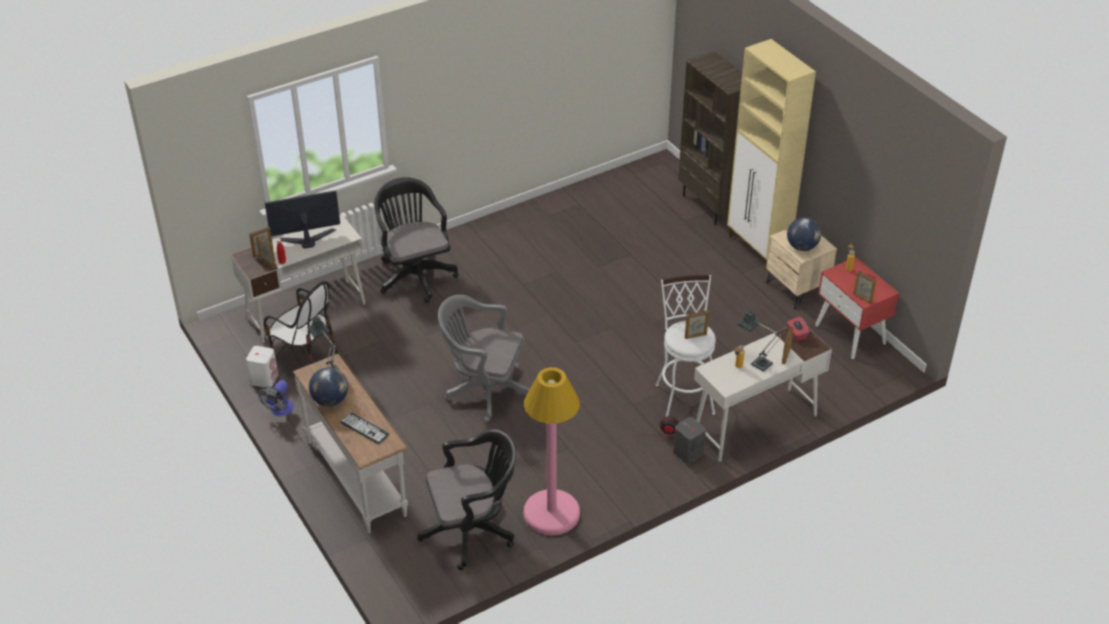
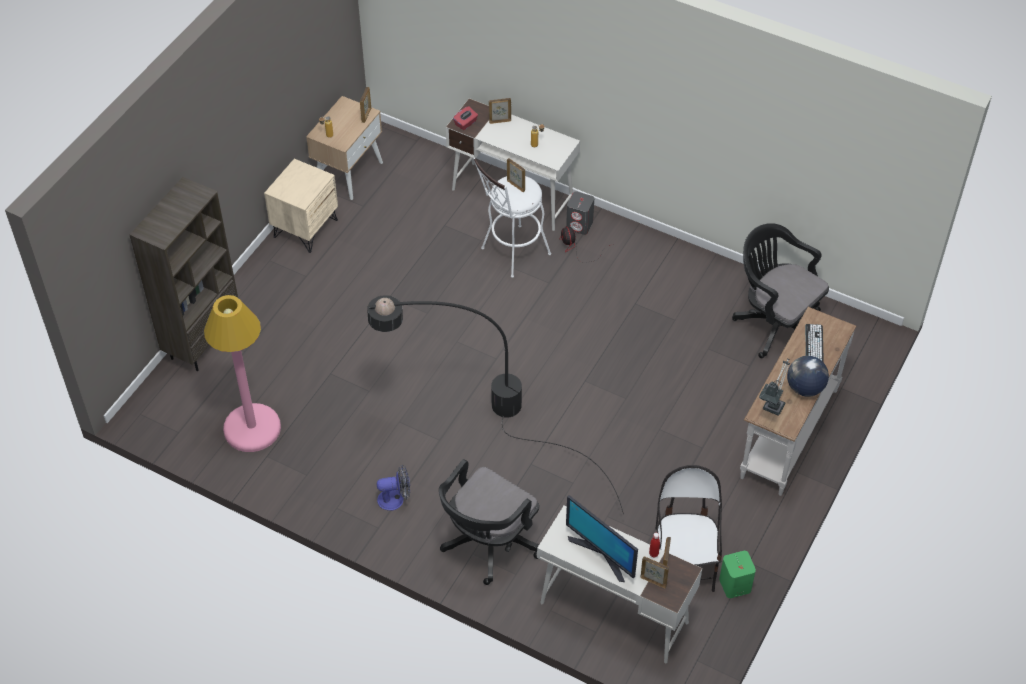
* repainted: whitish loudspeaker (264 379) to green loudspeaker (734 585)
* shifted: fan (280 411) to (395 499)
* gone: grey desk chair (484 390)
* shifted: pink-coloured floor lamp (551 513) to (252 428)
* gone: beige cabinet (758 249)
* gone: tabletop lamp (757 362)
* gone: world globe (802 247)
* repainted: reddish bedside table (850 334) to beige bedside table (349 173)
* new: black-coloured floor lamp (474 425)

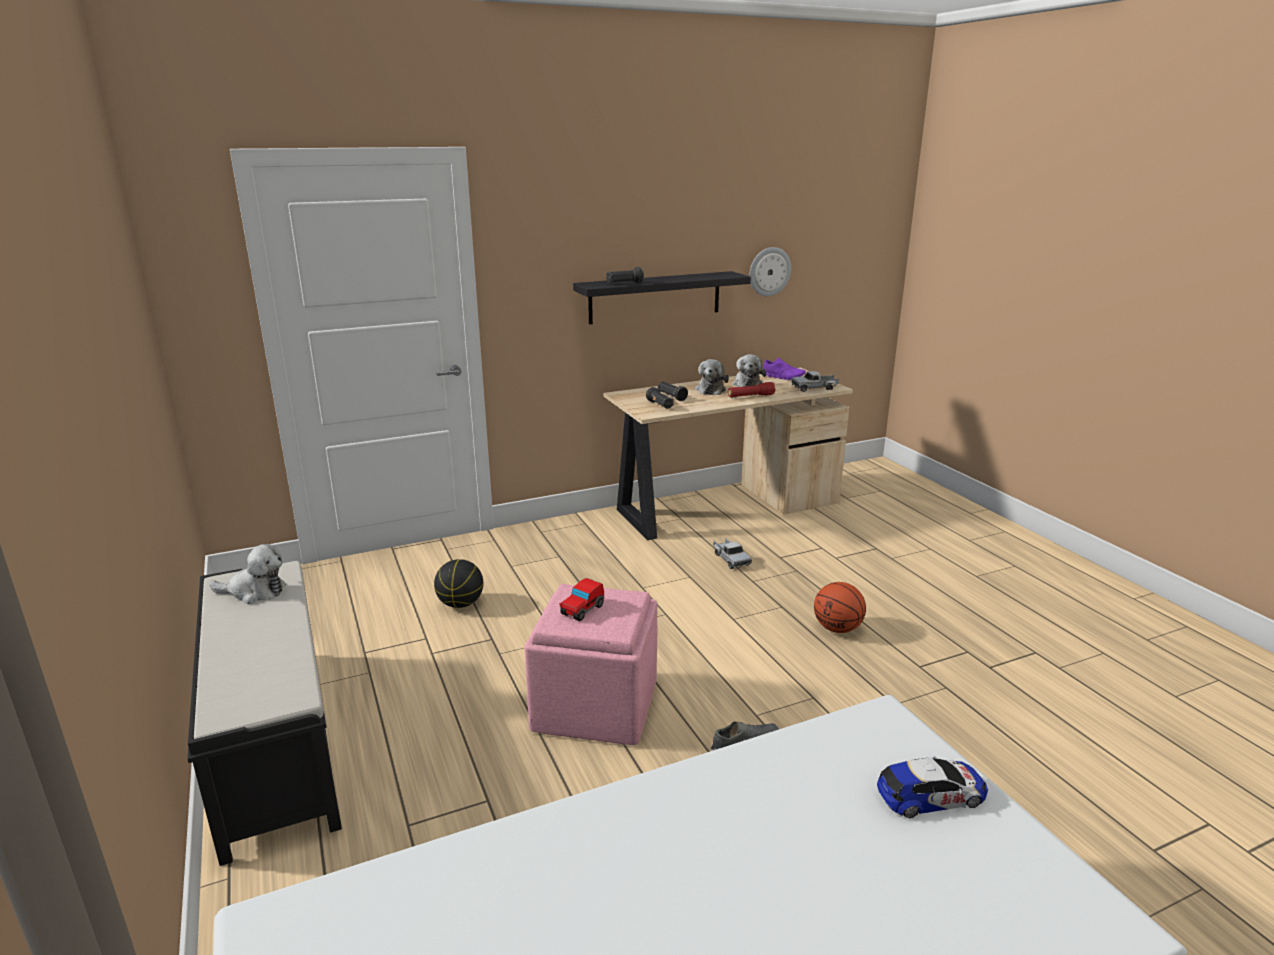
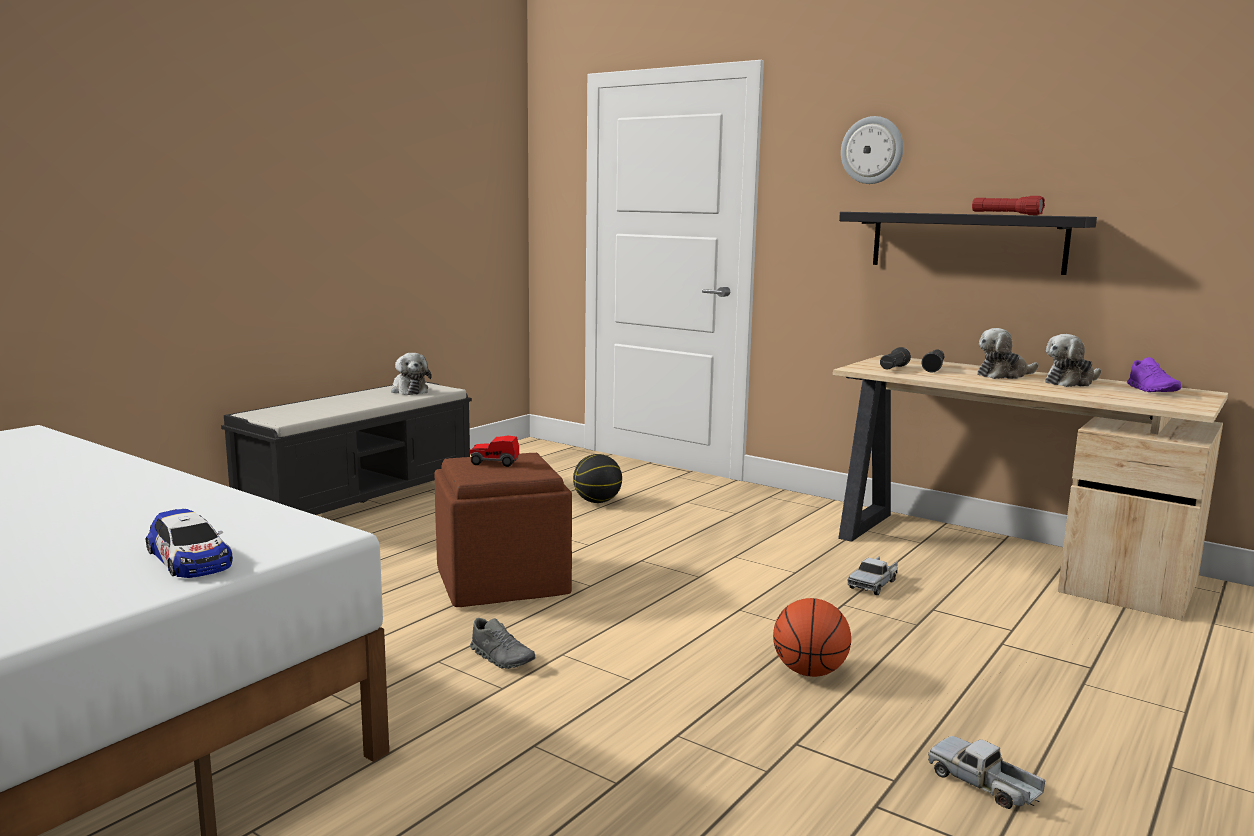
* repainted: pink-coloured footrest (594 704) to brown-coloured footrest (503 580)
* gone: black-coloured flashlight (624 283)
* shifted: reddish flashlight (750 396) to (1006 214)
* shifted: hanging clock (769 271) to (872 150)
* shifted: toy truck (814 388) to (984 784)

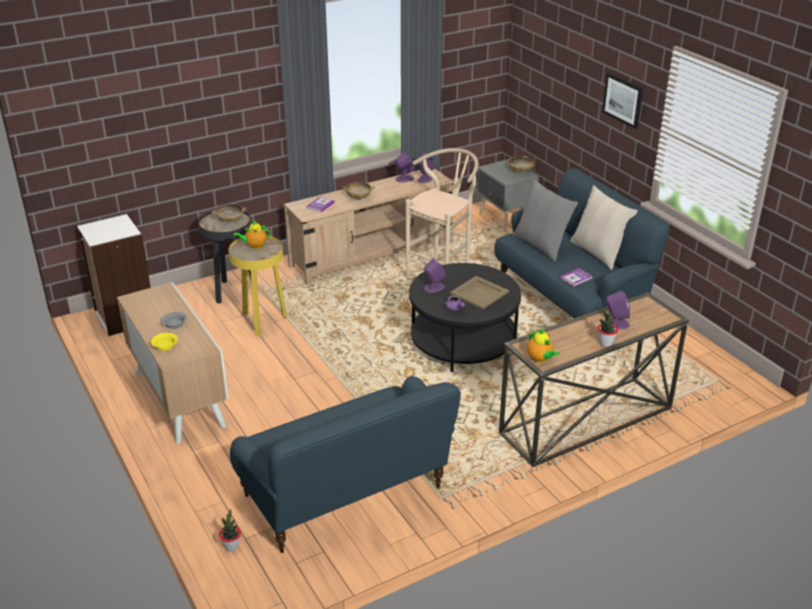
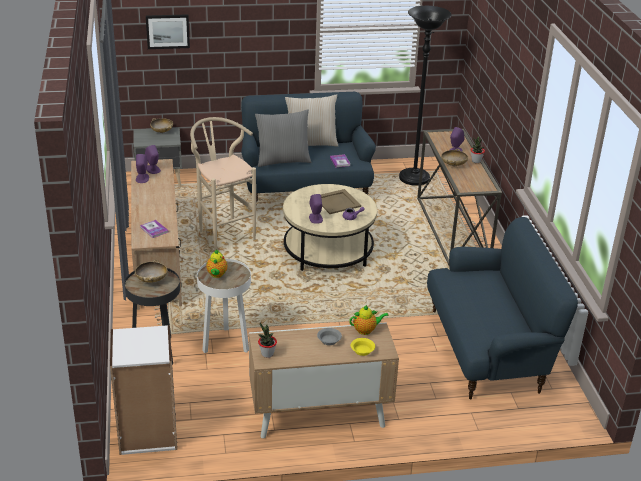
* shifted: houseplant (231 546) to (267 354)
* repainted: yellowish accent table (263 322) to whitish accent table (225 344)
* shifted: beige bowl (358 197) to (453 164)
* repainted: black-coloured low table (463 341) to beige low table (328 250)
* shifted: teapot (540 359) to (366 330)
* shifted: wall picture (623 100) to (167 31)
* new: black-coloured floor lamp (414 178)

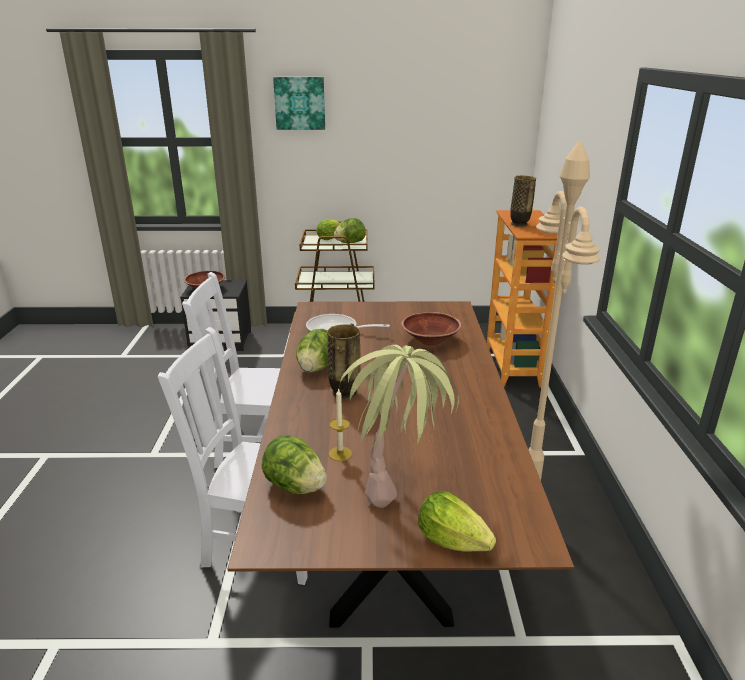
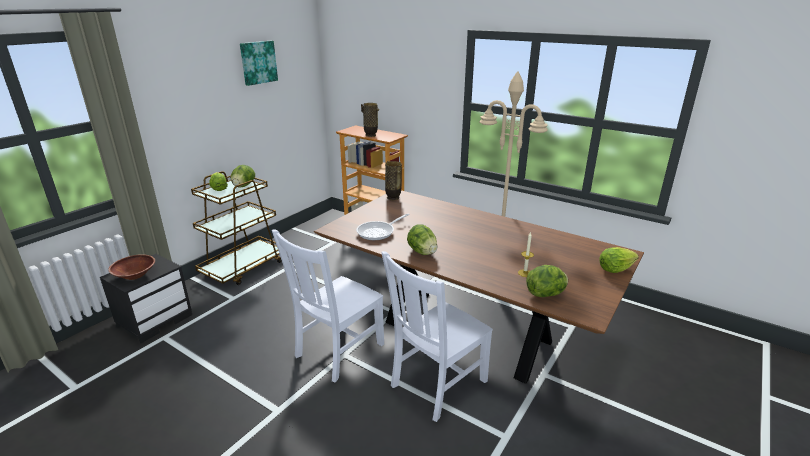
* shifted: wall picture (300 103) to (258 62)
* shifted: flower vase (345 393) to (393 198)
* gone: houseplant (398 481)
* gone: brown-coloured bowl (430 340)

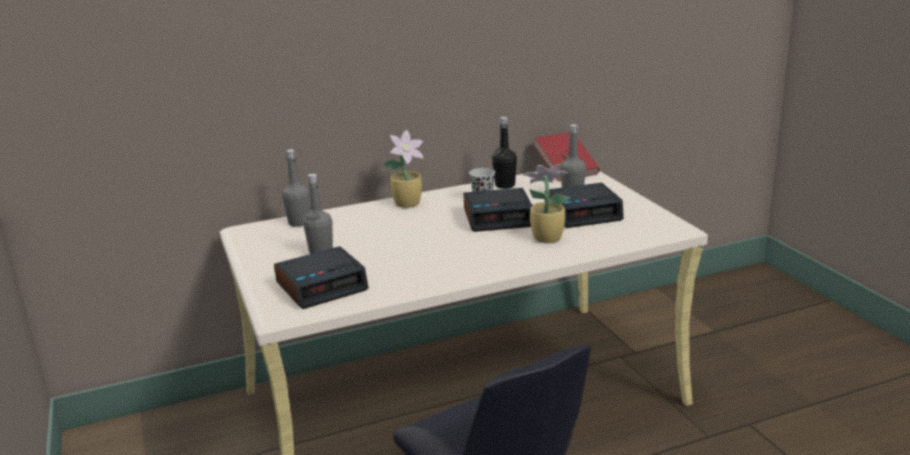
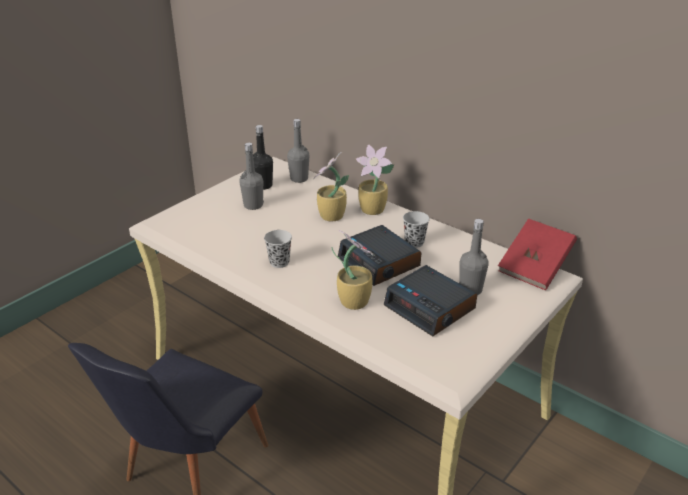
* gone: table clock (322 286)
* shifted: black-coloured drink bottle (505 185) to (263 185)
* new: black-coloured small cup (279 262)
* new: houseplant (330 216)

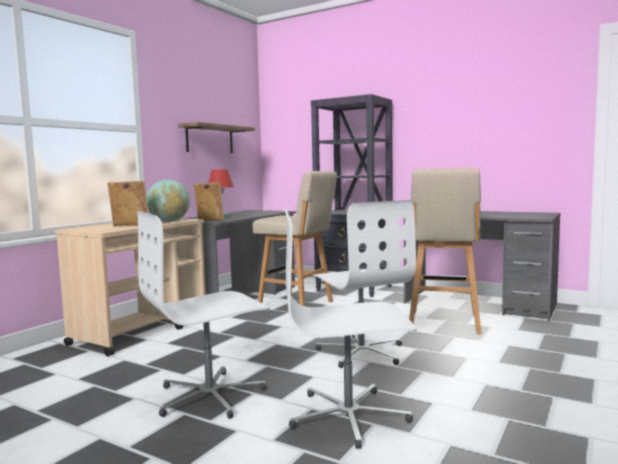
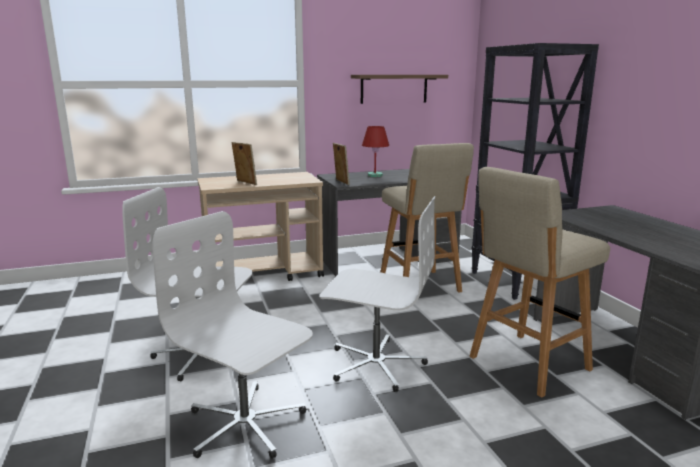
* gone: world globe (169 221)
* rotated: whitish desk chair (362 352) = (376 364) 90 degrees counterclockwise

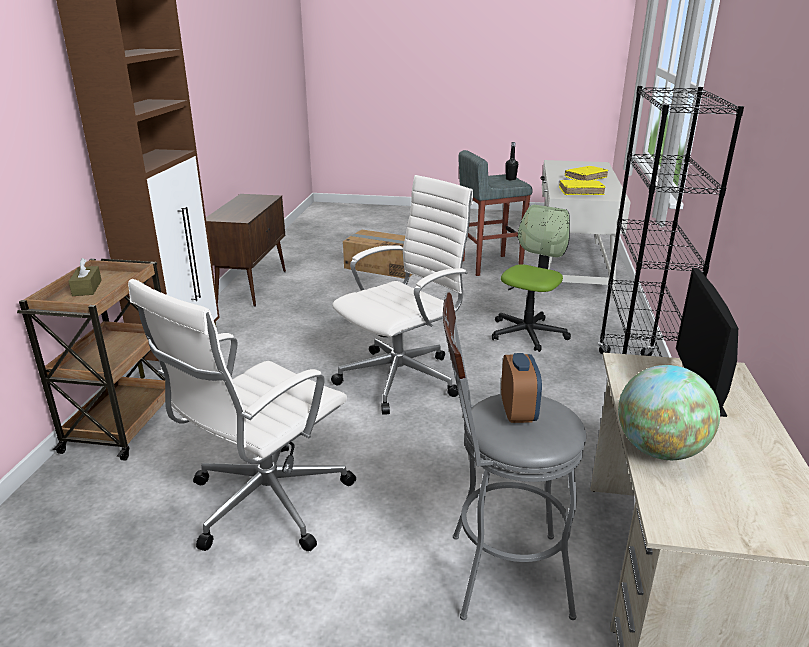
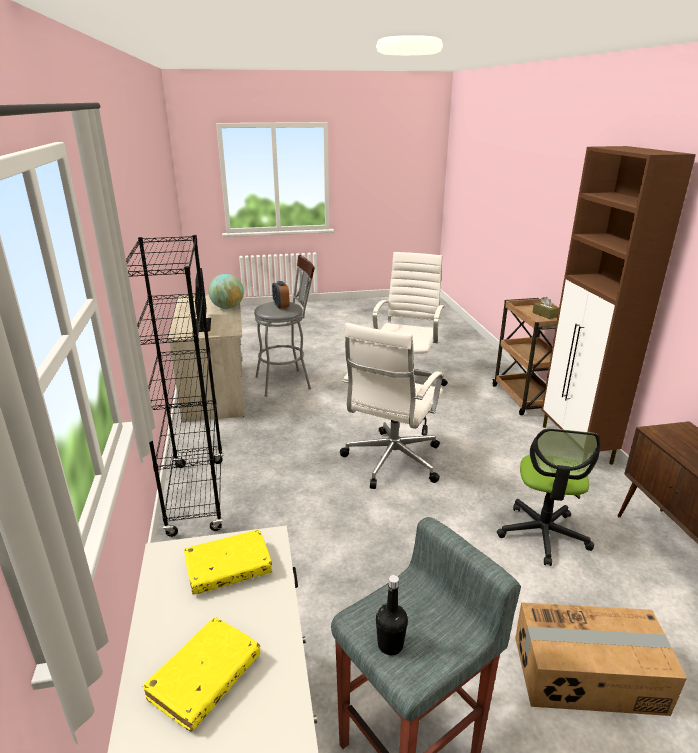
* shifted: desk chair (527 333) to (543 534)

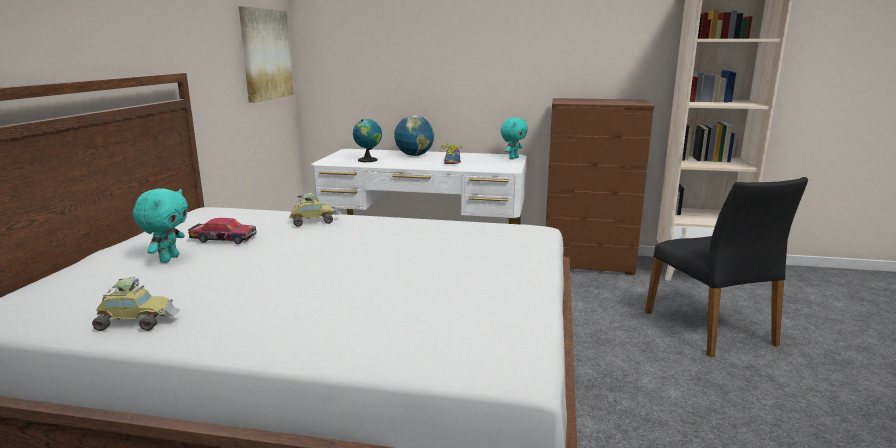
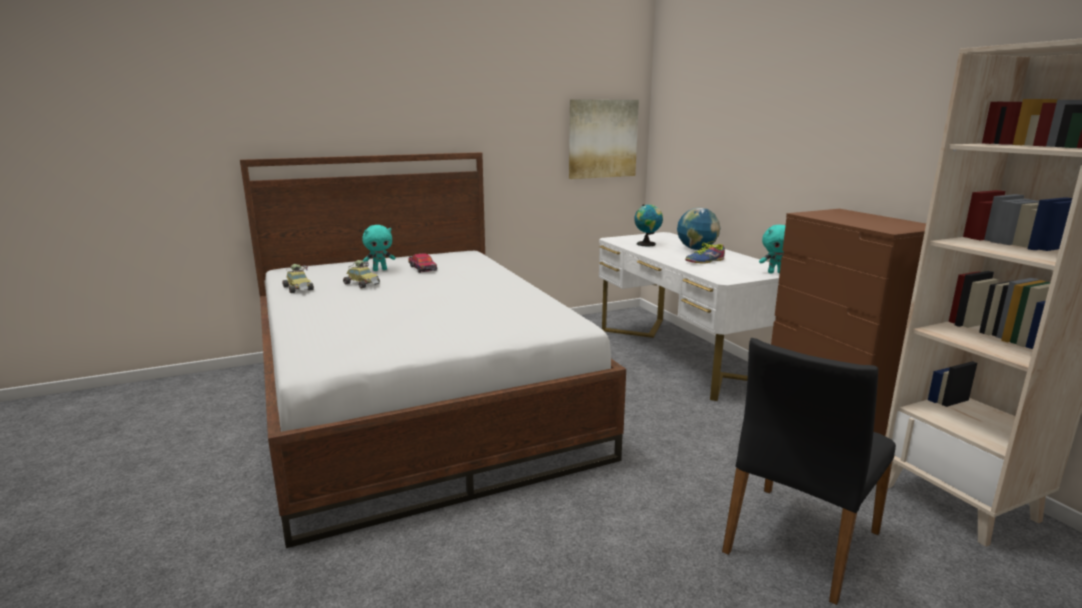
* shifted: model car (313 221) to (363 284)

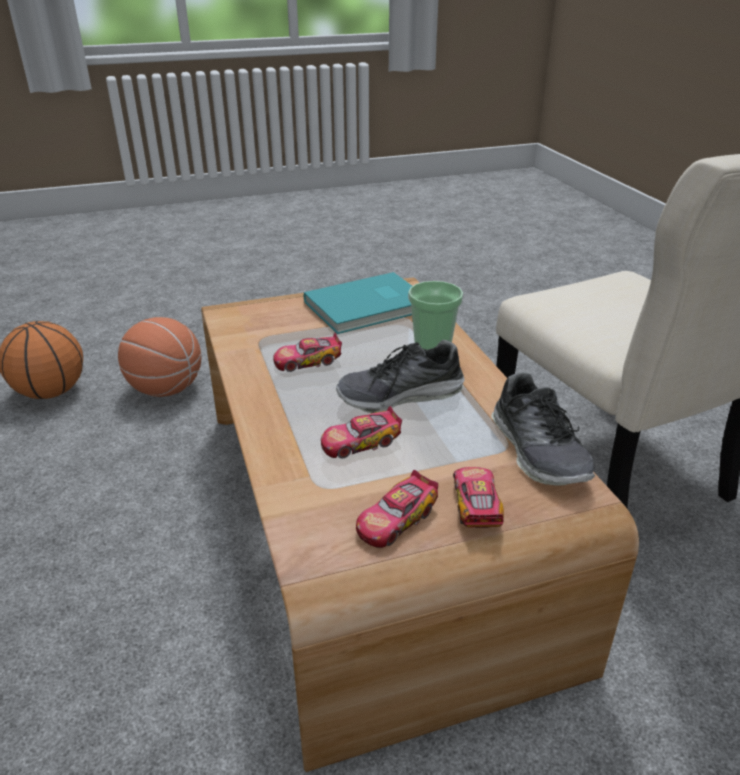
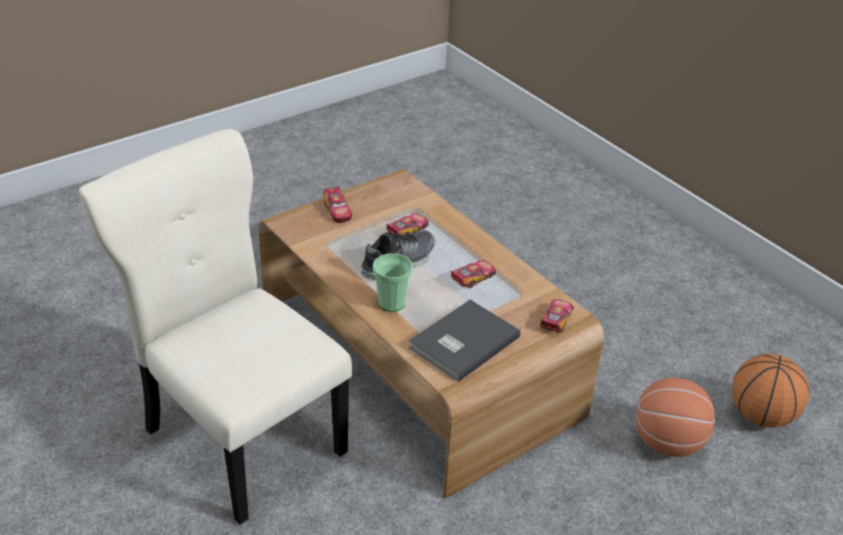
* repainted: turquoise volume (370 307) to grey volume (461 342)
* shifted: model car (395 520) to (556 319)
* gone: low shoe (538 451)

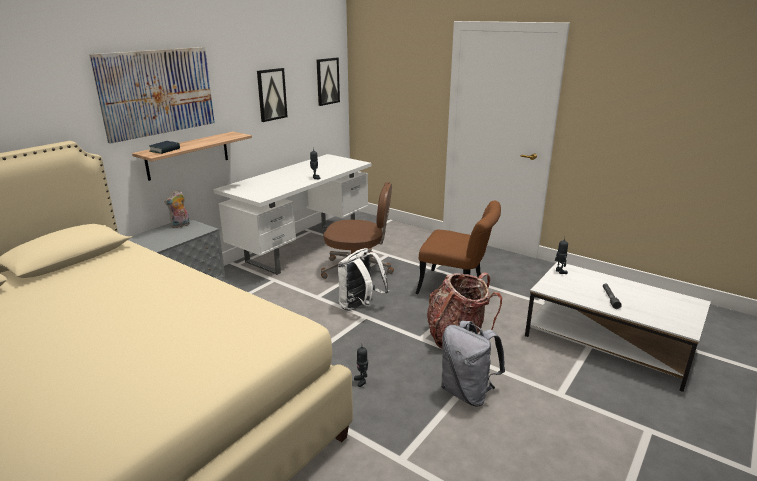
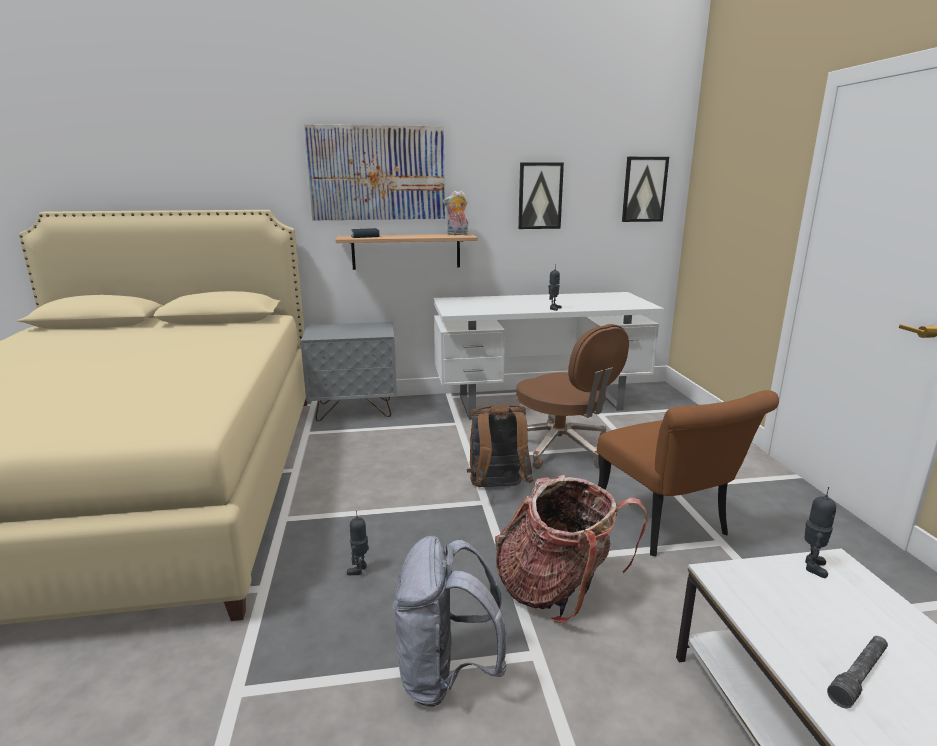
* shifted: plush toy (180 225) to (457 234)
* repainted: whitish rucksack (360 306) to brown-coloured rucksack (497 488)

